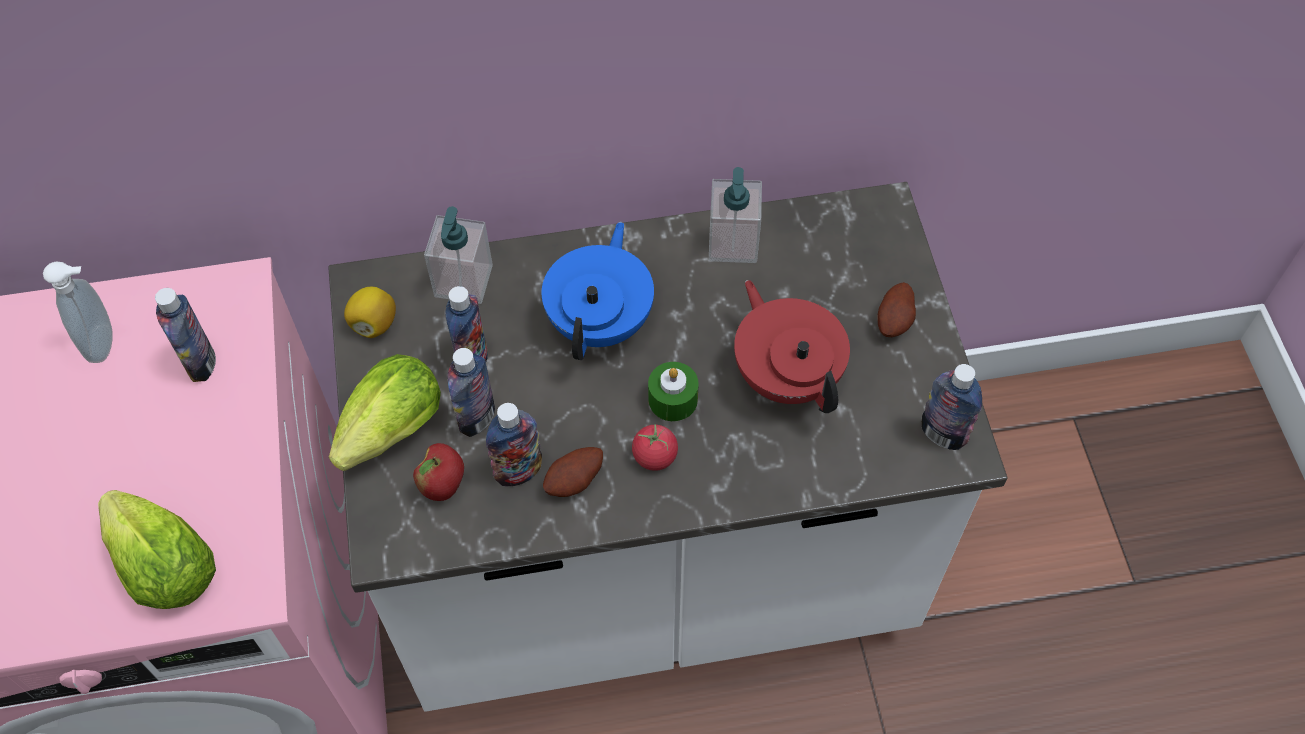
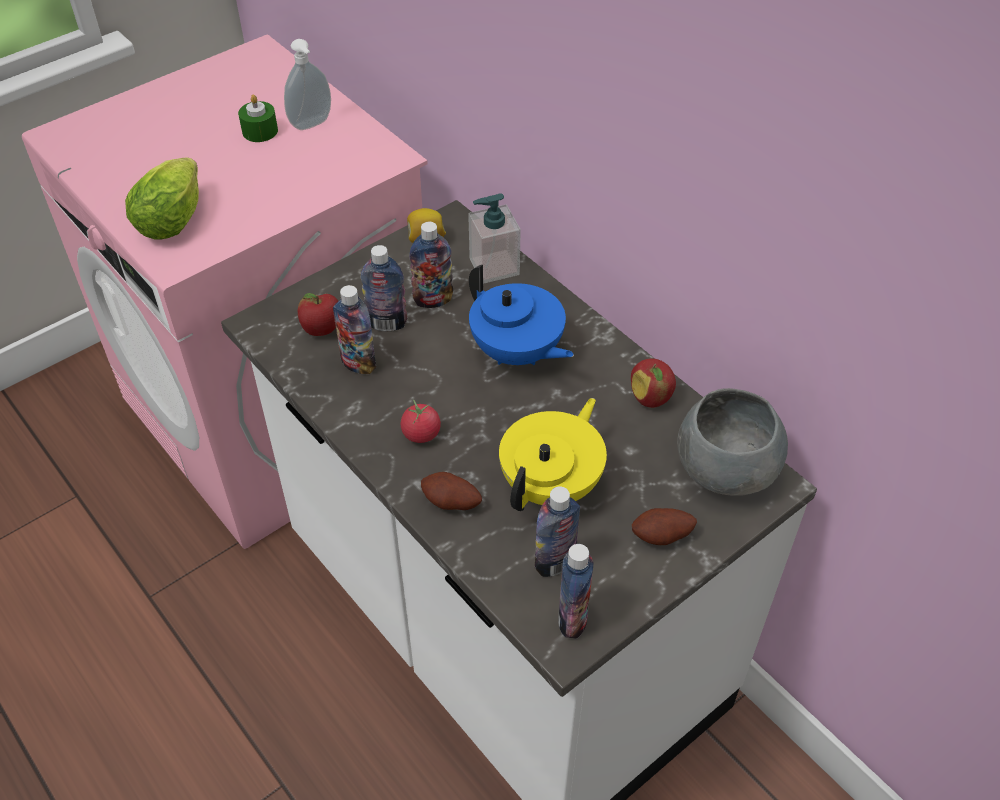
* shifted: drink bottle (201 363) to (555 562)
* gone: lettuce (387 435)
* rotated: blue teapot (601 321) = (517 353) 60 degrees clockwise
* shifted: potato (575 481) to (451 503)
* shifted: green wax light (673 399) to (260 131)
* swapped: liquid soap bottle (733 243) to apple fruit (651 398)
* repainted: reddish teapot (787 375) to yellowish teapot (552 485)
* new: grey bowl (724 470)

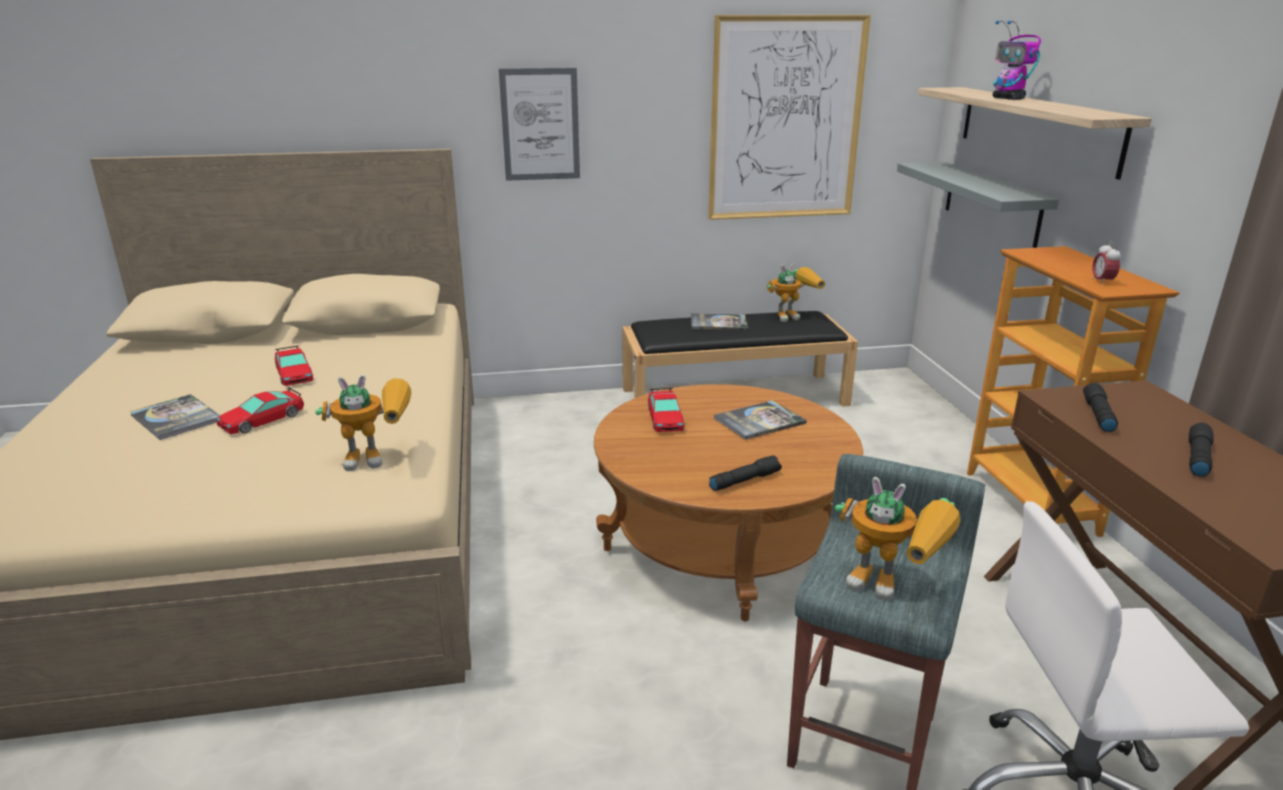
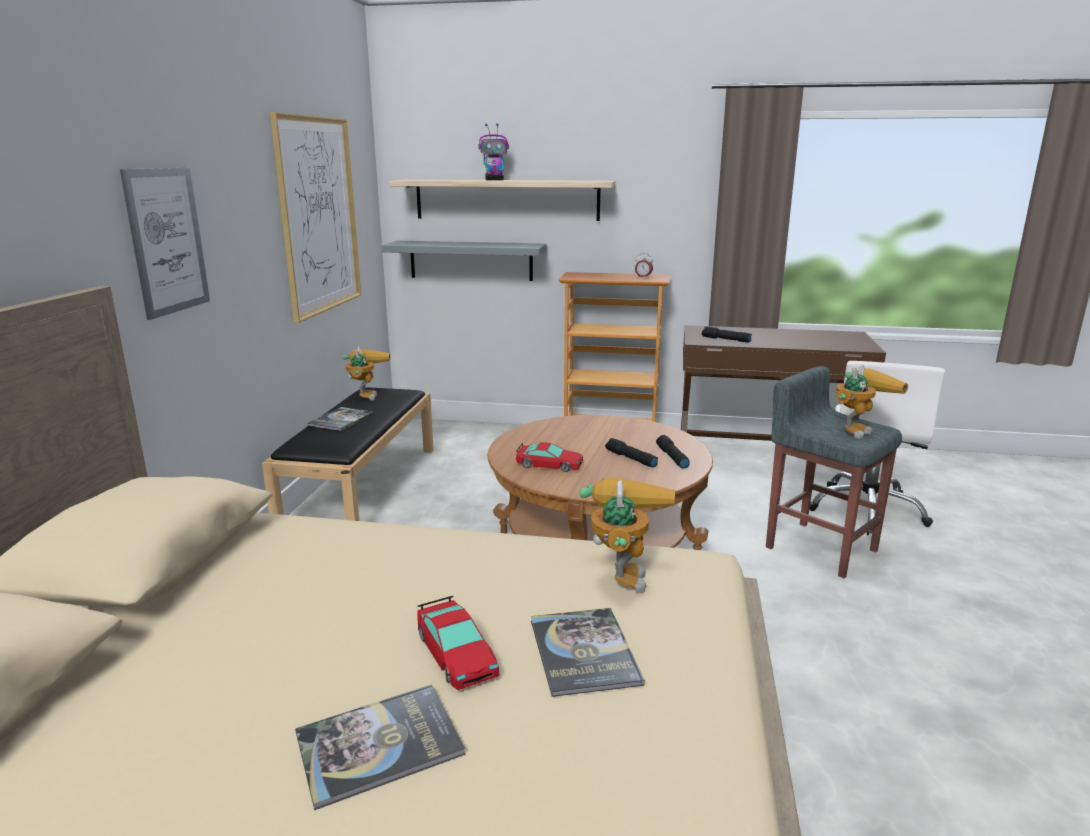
* gone: model car (294 374)
* shifted: volume (759 421) to (583 652)
* shifted: black-coloured flashlight (1196 457) to (630 459)

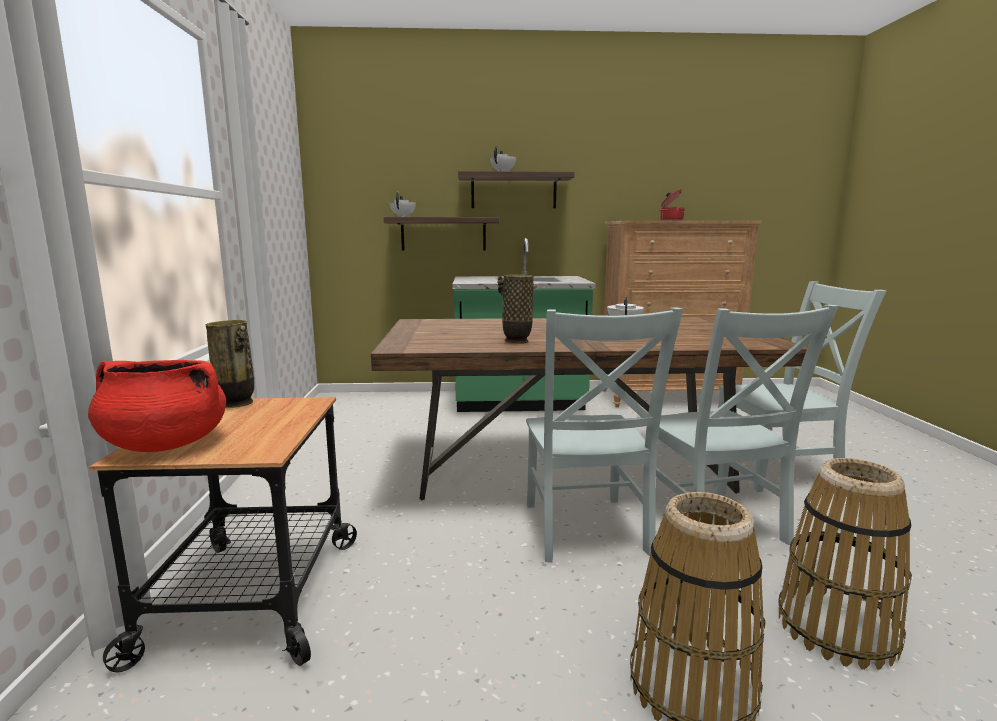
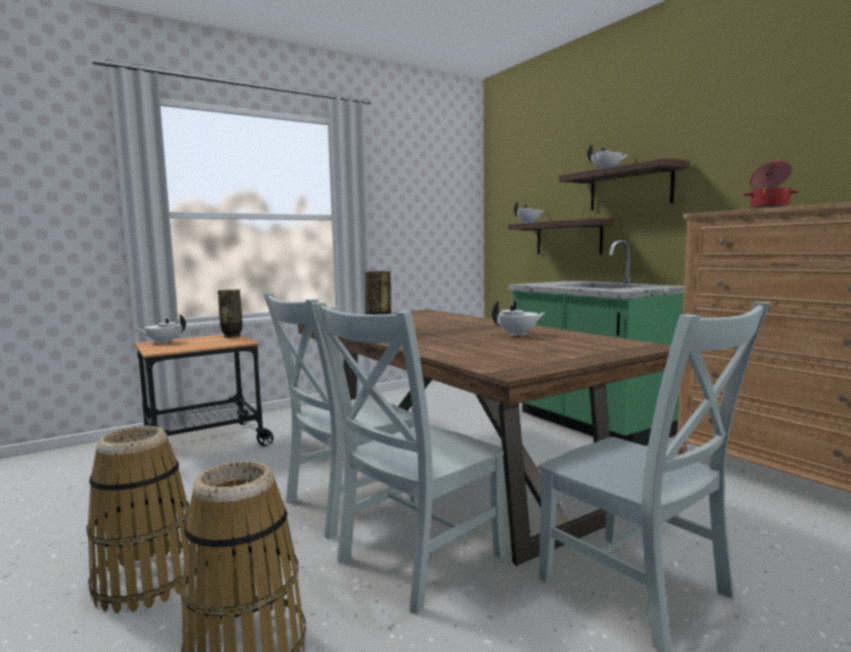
* swapped: reddish saucepot (165 444) to whitish teapot (162 342)

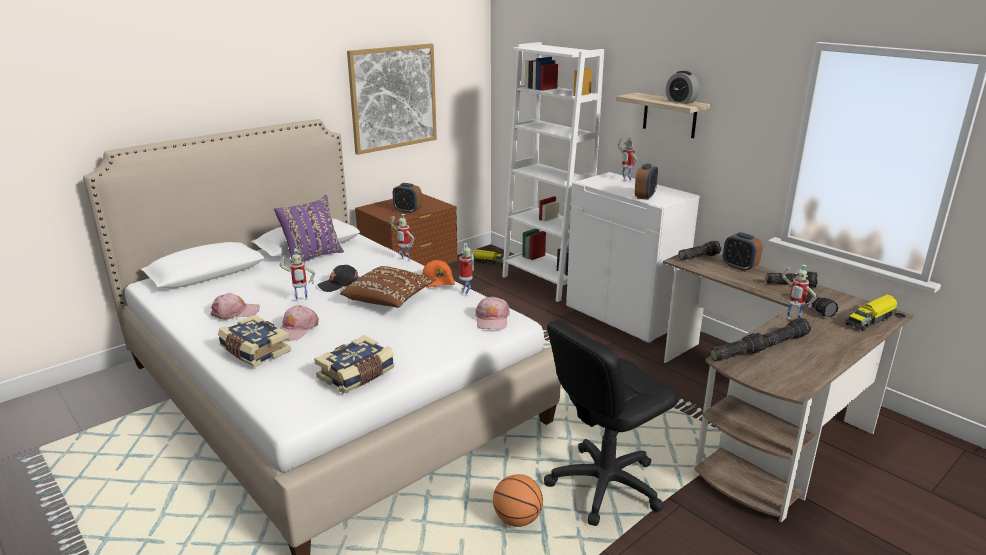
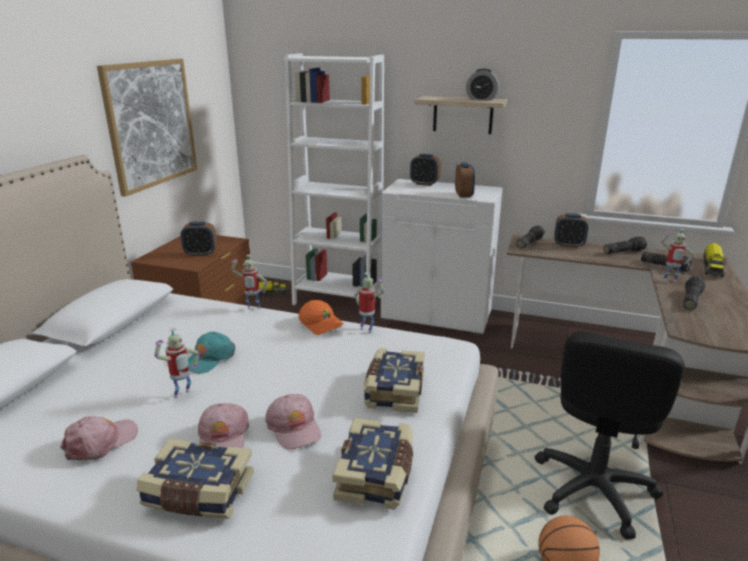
* gone: purple-coloured pillow (312 257)
* repainted: black-coloured cap (339 284) to turquoise cap (209 359)
* gone: brown-coloured pillow (389 299)
* shifted: pink-coloured cap (492 319) to (294 427)
* swapped: model robot (626 180) to table clock (424 184)
* gone: flashlight (736 355)
* new: volume (393 390)

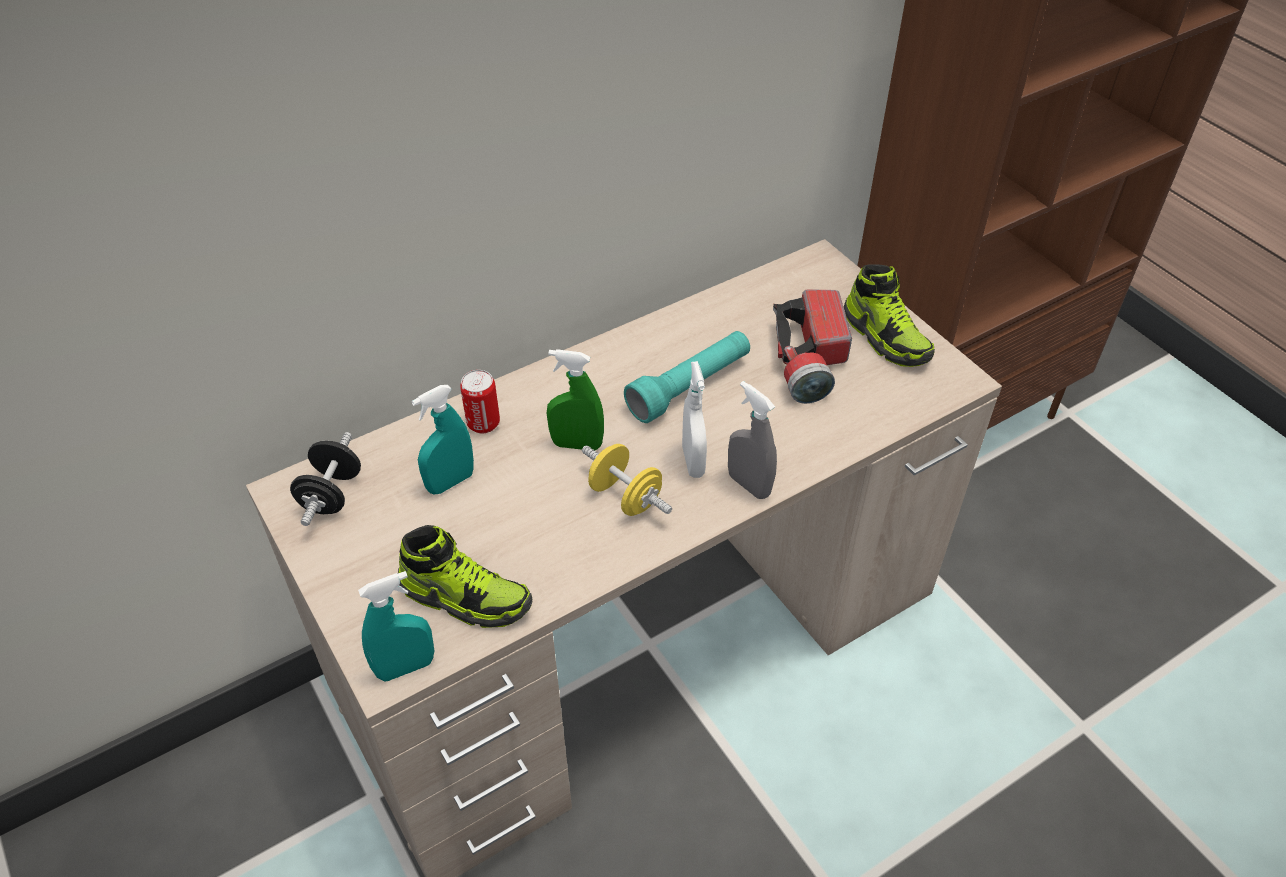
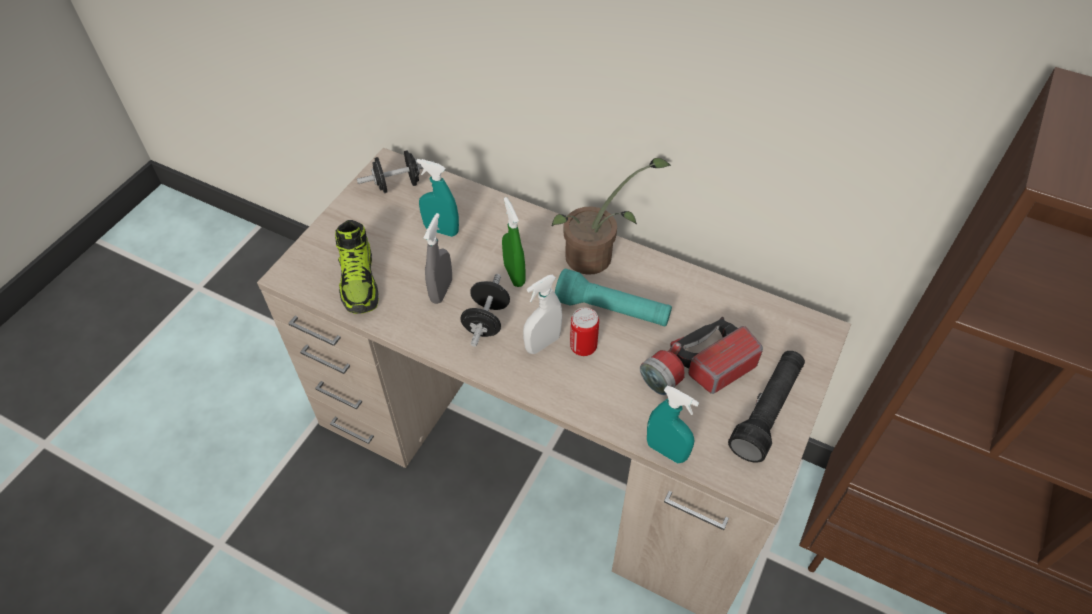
* shifted: turquoise sprayer (405 667) to (666 451)
* shifted: sealed can (483 423) to (583 347)
* repainted: yellowish hand weight (625 497) to black-coloured hand weight (486 321)
* shifted: grey sprayer (749 485) to (441 291)
* swapped: low shoe (886 337) to black-coloured flashlight (767 411)
* new: houseplant (596 256)

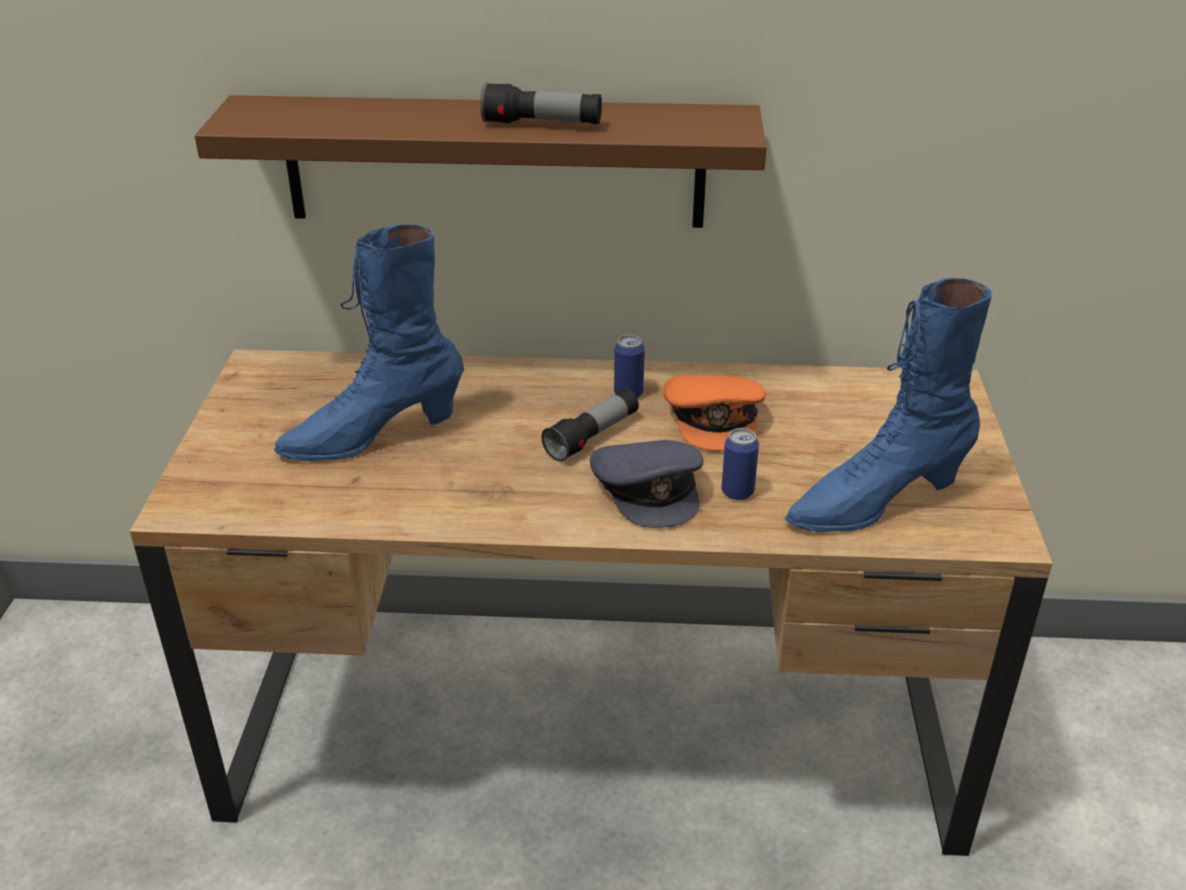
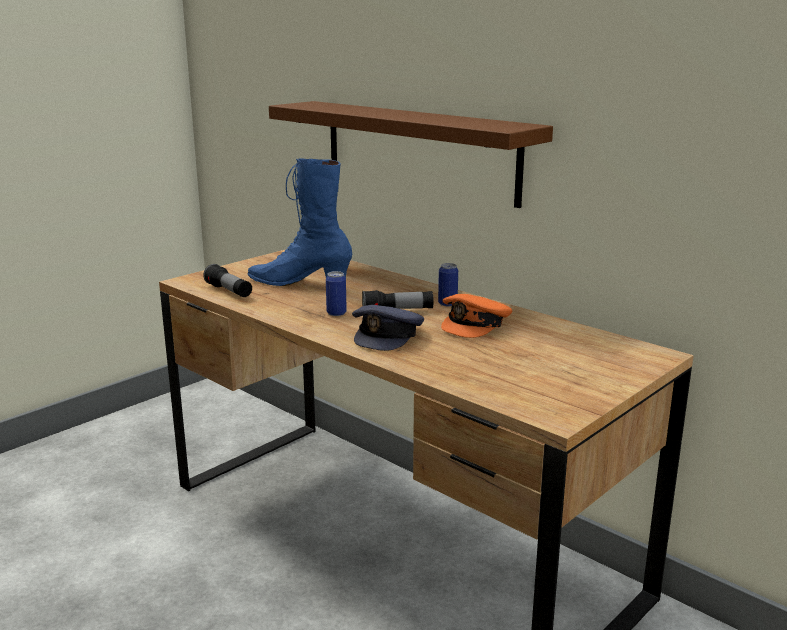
* shifted: flashlight (542 124) to (229 291)
* shifted: sealed can (737 492) to (336 313)
* gone: blue high-top boot (875 502)

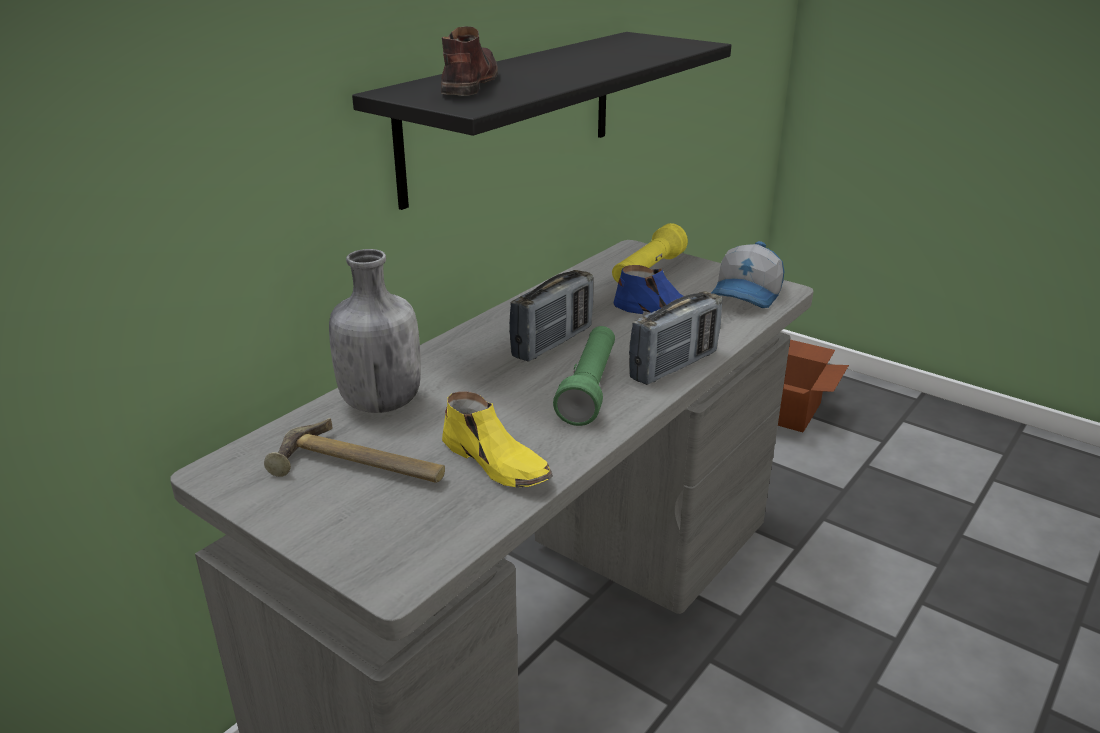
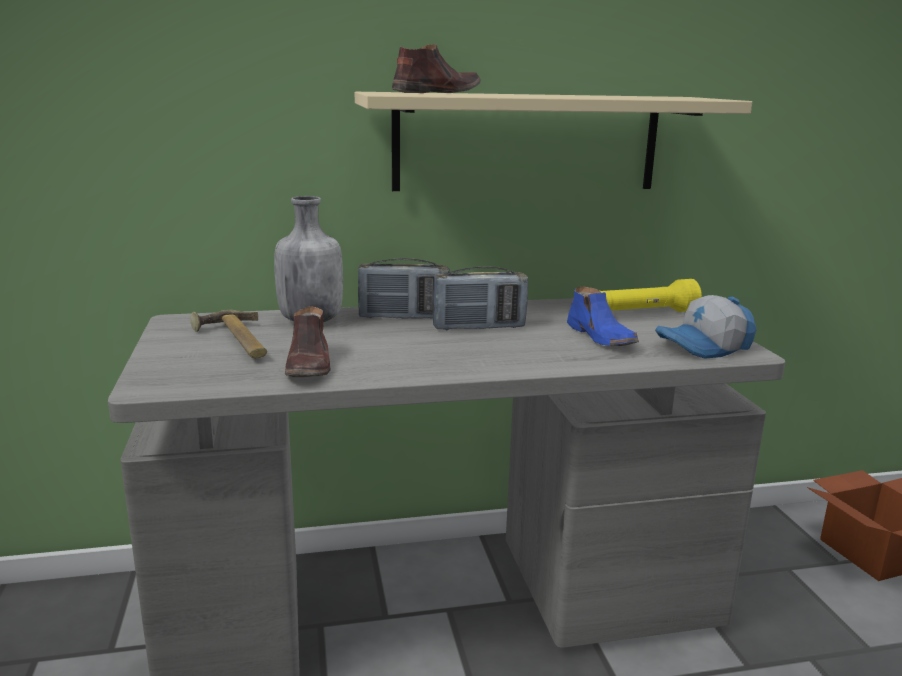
* repainted: black-coloured wall shelf (511 114) to beige wall shelf (527 142)
* repainted: yellowish low shoe (497 463) to brown-coloured low shoe (309 366)
* gone: green flashlight (589 388)
* shifted: radio receiver (674 366) to (403 317)

